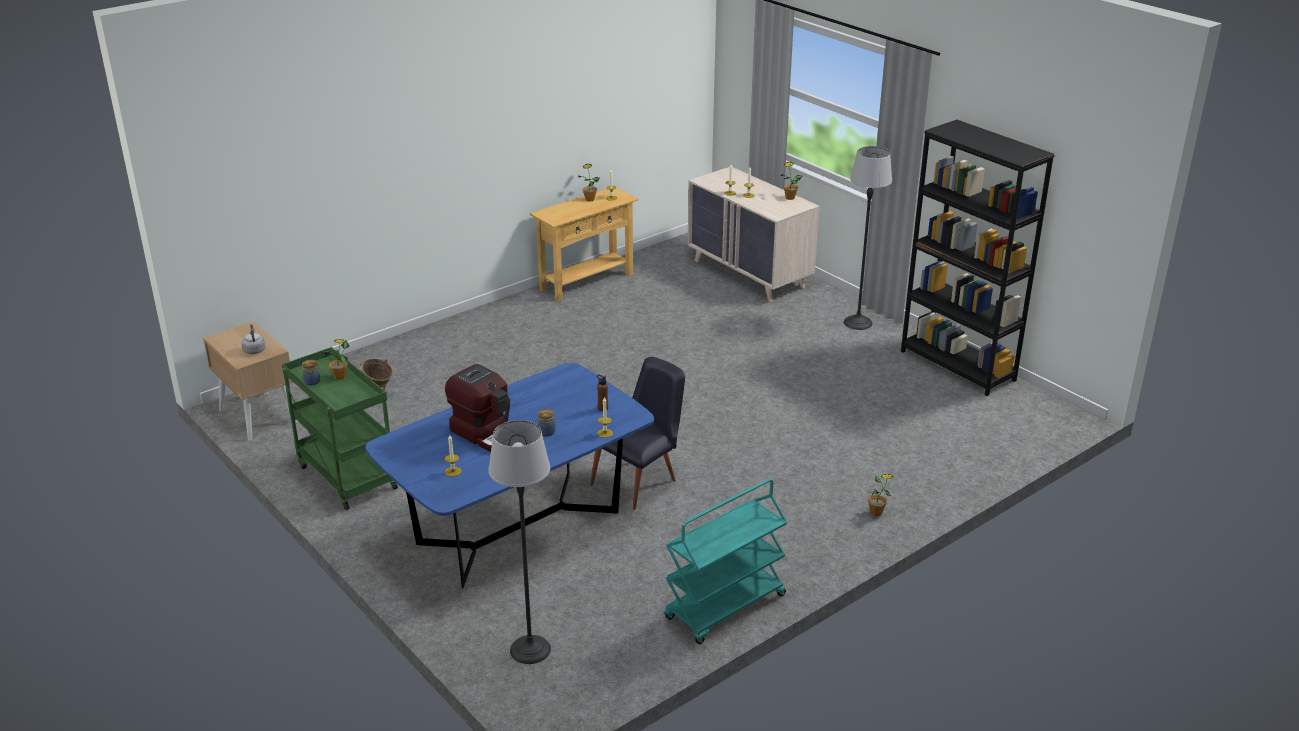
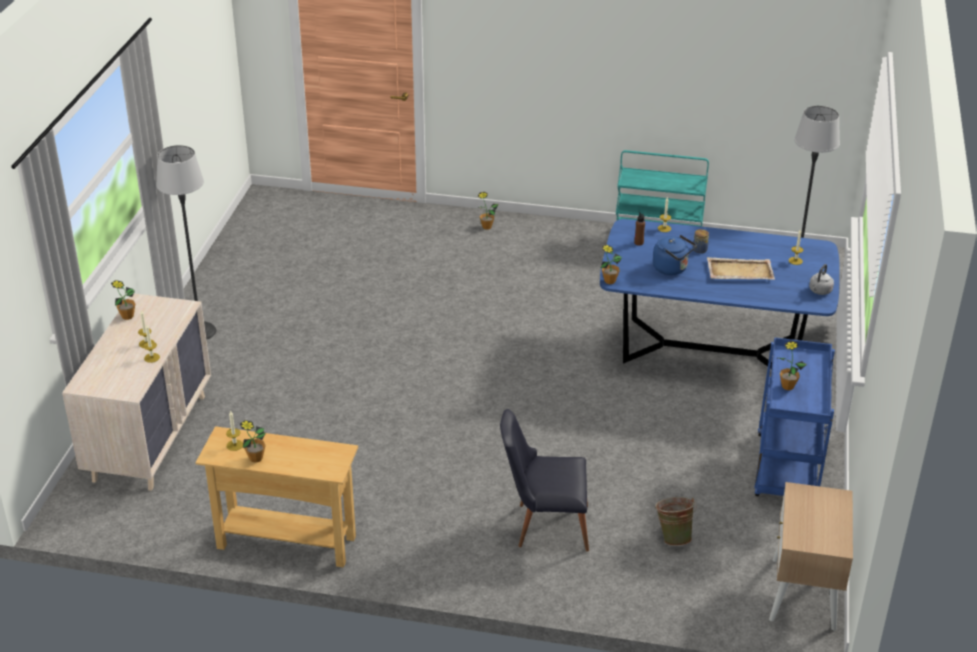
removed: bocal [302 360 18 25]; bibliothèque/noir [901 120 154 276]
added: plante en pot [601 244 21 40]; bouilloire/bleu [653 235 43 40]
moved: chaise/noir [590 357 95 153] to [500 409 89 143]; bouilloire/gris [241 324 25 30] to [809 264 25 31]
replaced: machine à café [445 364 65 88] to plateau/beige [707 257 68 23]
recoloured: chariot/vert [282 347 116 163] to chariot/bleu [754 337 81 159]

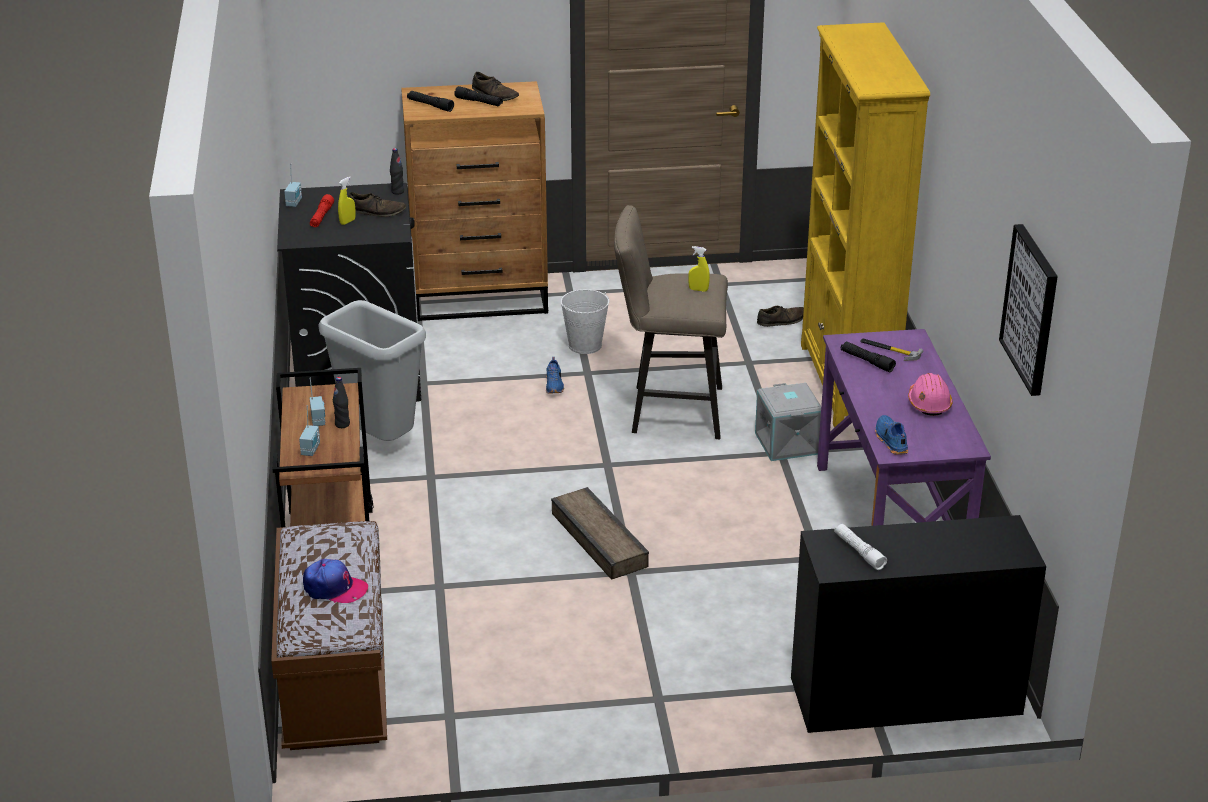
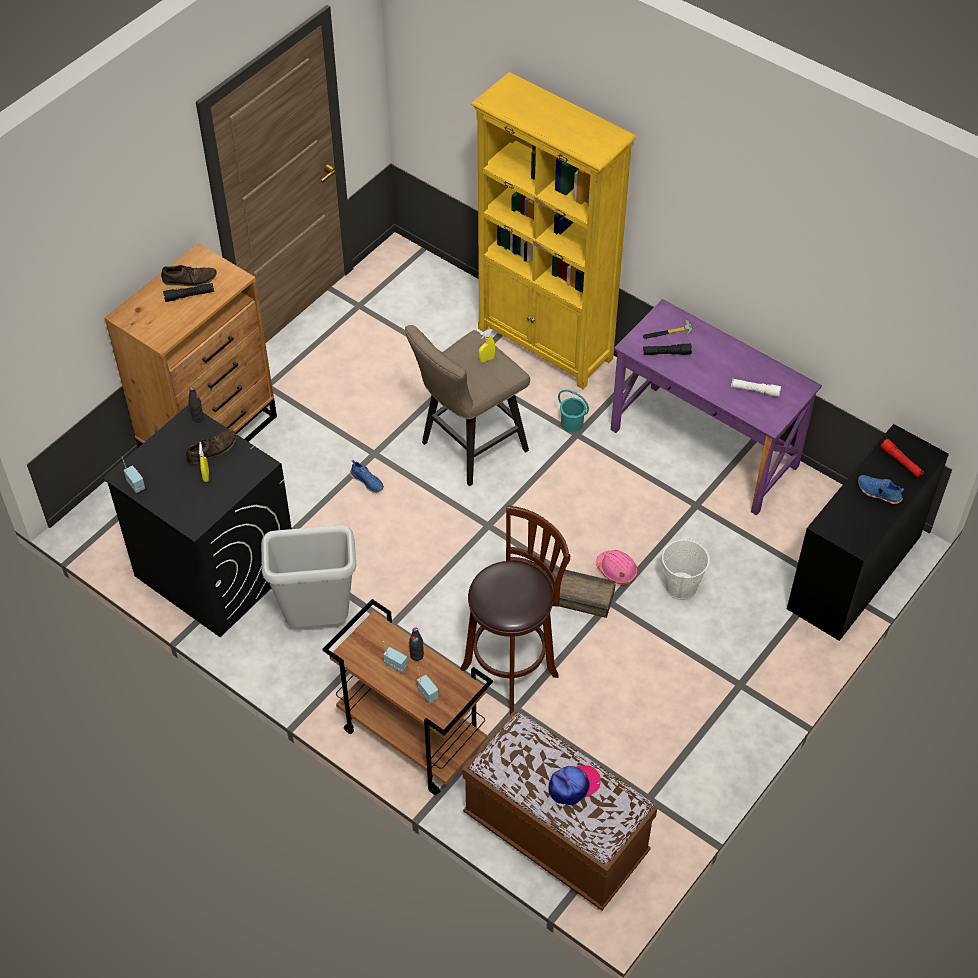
removed: lampe de poche/noir [407 91 47 21]; chaussure/marron [757 306 47 21]; tableau [999 224 59 172]
added: tabouret/marron [460 505 110 210]
moved: casque de chantier/rose [908 373 44 43] to [596 550 42 35]; seau/blanc [561 289 48 65] to [662 538 48 62]; lampe de poche/blanc [834 524 53 46] to [731 379 50 18]; chaussure/bleu [875 415 33 40] to [858 475 46 29]; lampe de poche/rouge [310 194 24 33] to [881 439 43 39]
replaced: boîte de rangement/gris [755 383 66 78] to seau/turquoise [558 390 31 42]

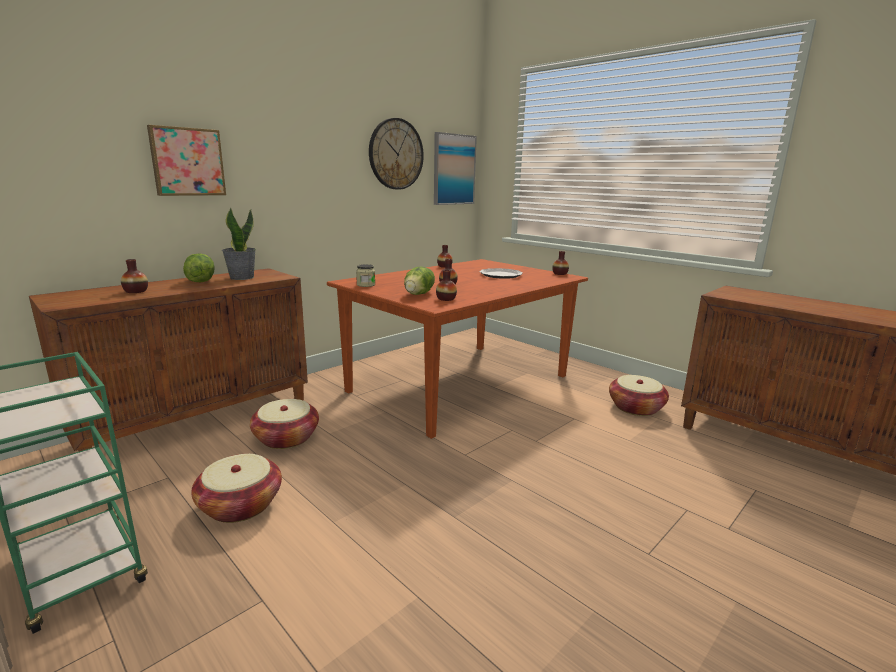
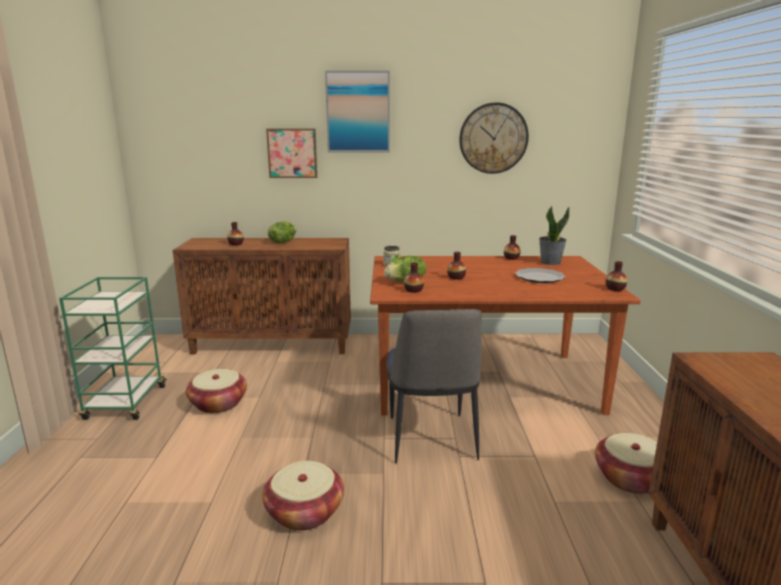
added: chaise [387 309 95 154]
moved: panier [250 399 69 50] to [262 461 82 70]; tableau [434 132 43 73] to [325 71 65 81]; plante en pot [222 208 34 72] to [539 205 30 60]

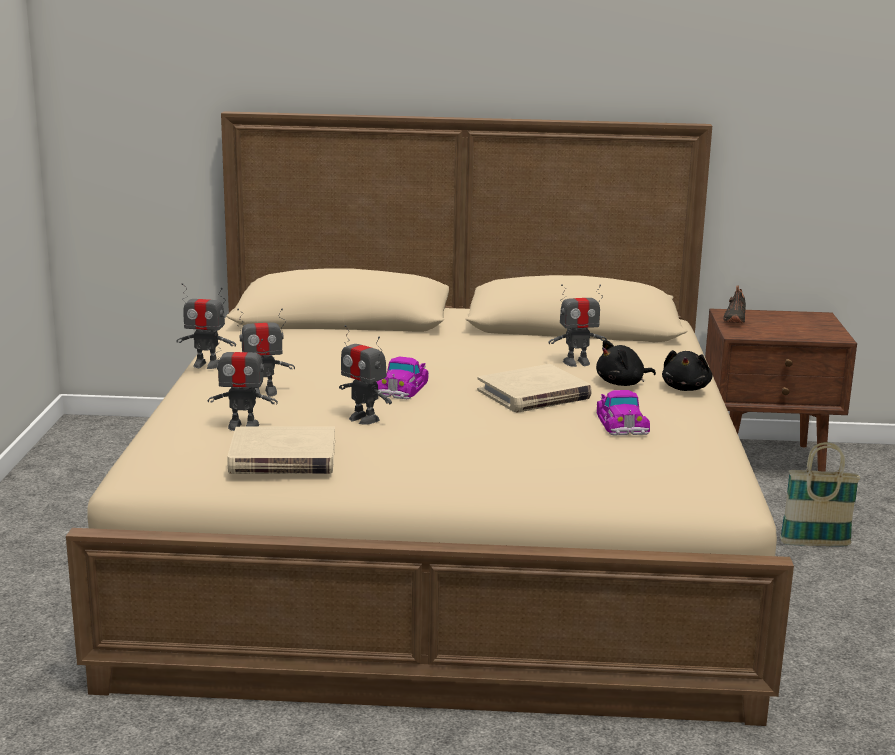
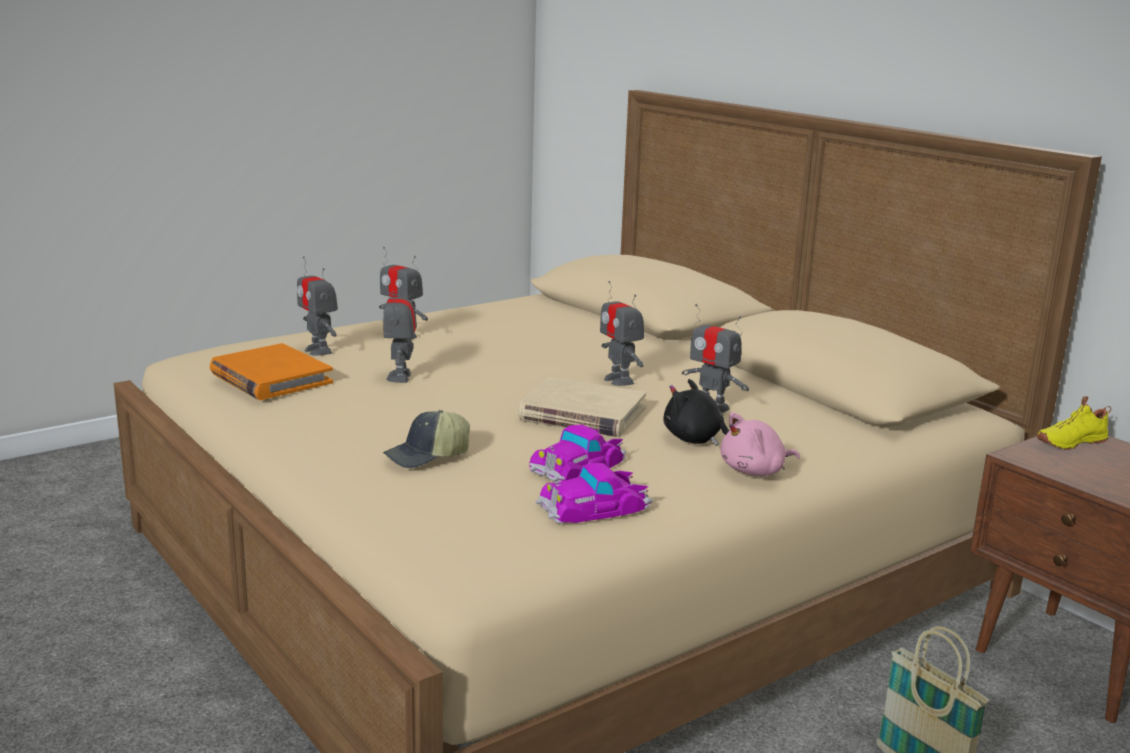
added: casquette [383 410 87 58]
moved: petite voiture [376 356 53 43] to [535 462 118 62]; robot jouet [176 283 60 86] to [600 281 44 105]
recoloured: livre/beige [227 426 108 48] to livre/orange [210 343 123 57]; peluche/noir [662 350 50 41] to peluche/rose [720 412 80 64]; chaussure/noir [723 286 23 38] to chaussure/jaune [1037 396 74 54]

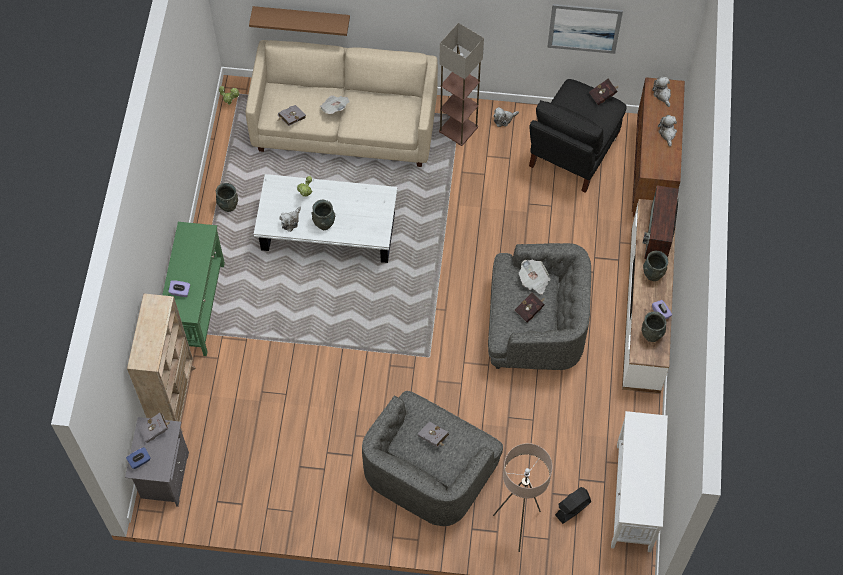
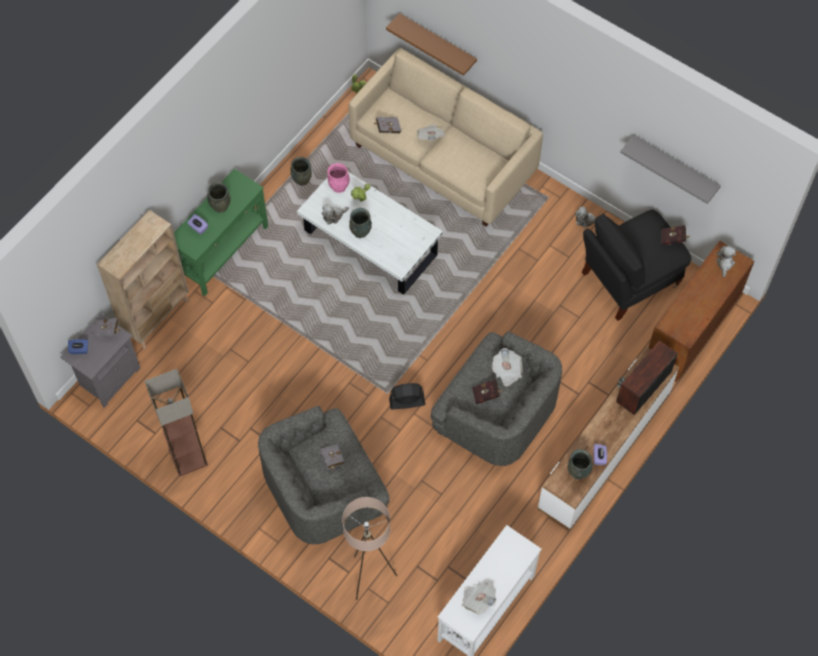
removed: peluche [658 115 19 32]
added: vase/rose [327 163 23 30]; journal [462 583 34 31]
moved: lampadaire [439 23 45 123] to [145 369 63 107]; vase/gris [643 250 25 31] to [207 182 24 31]; ventilateur/noir [555 487 36 37] to [389 383 36 26]
replaced: tableau [547 4 76 50] to étagère/gris [620 135 101 69]

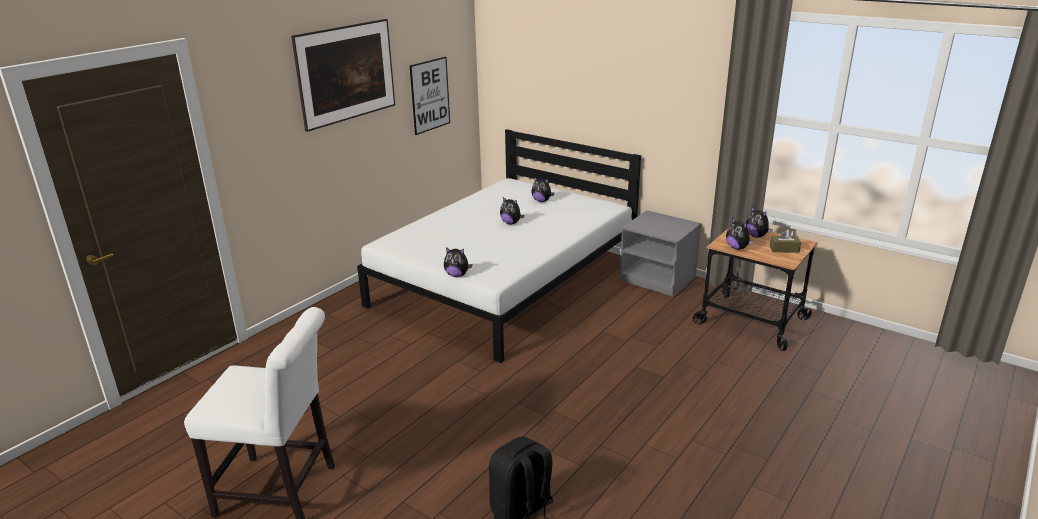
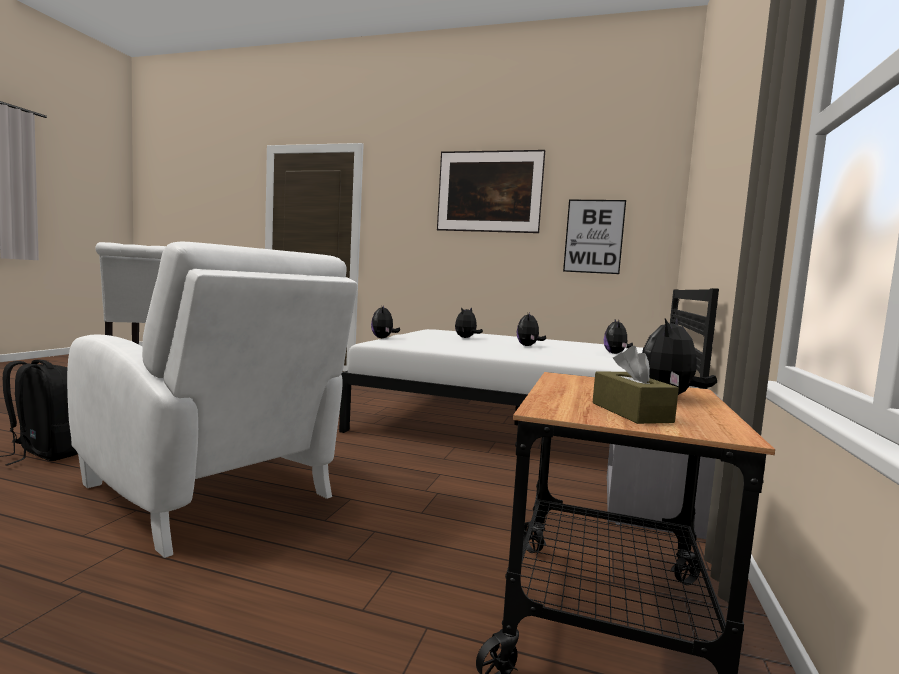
added: fauteuil/blanc [67 241 290 317]
moved: peluche [726 217 28 33] to [455 307 28 31]

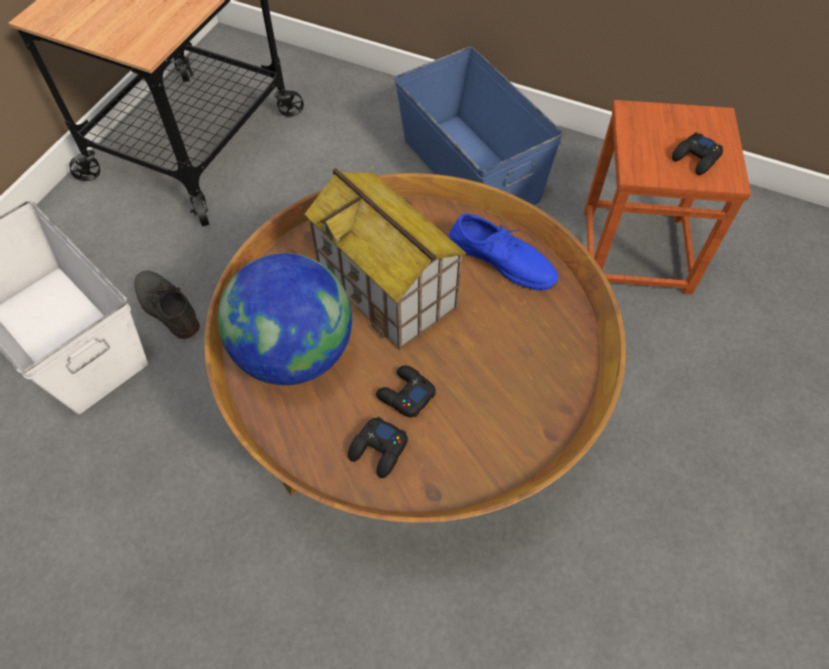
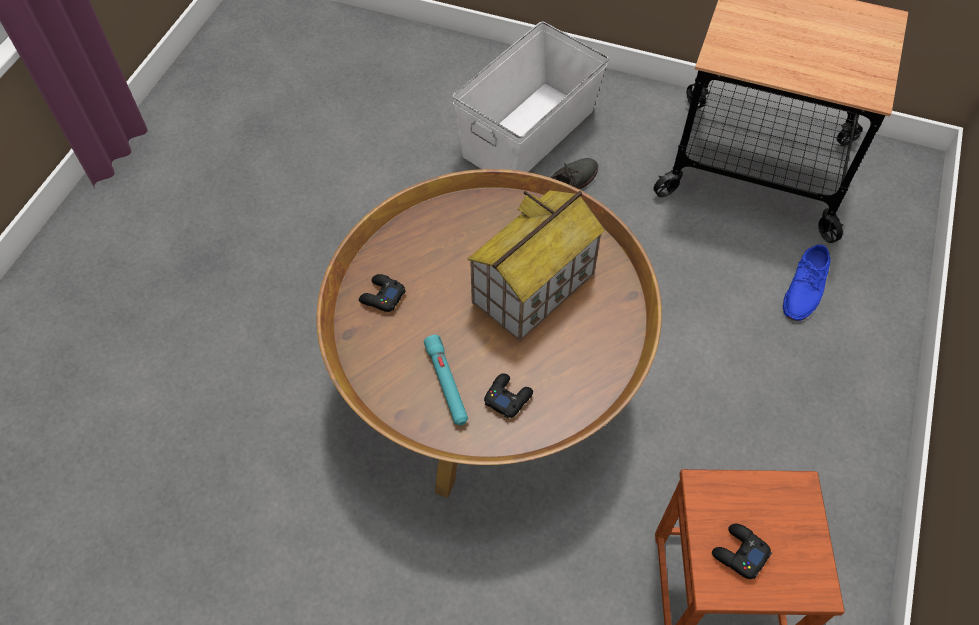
removed: globe [218 253 134 132]; boîte de rangement/bleu [394 46 169 159]
added: lampe de poche/turquoise [424 335 44 90]
moved: manette/noir [376 365 60 52] to [484 373 49 45]; chaussure/bleu [448 213 110 77] to [783 244 48 77]

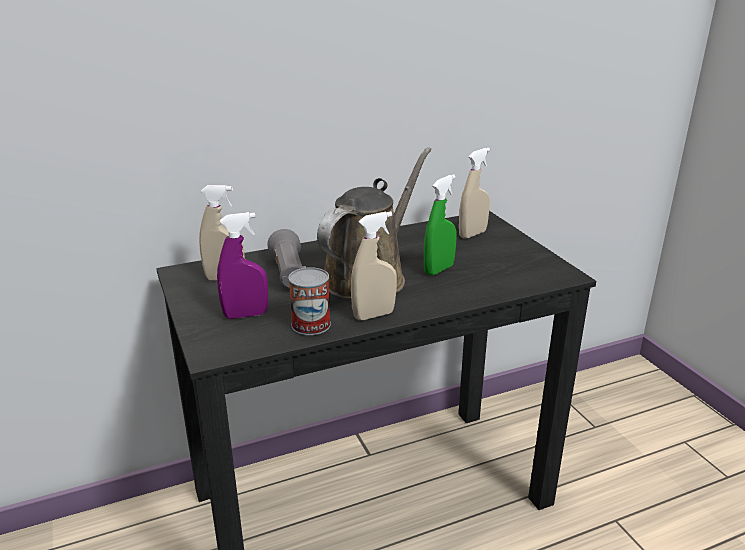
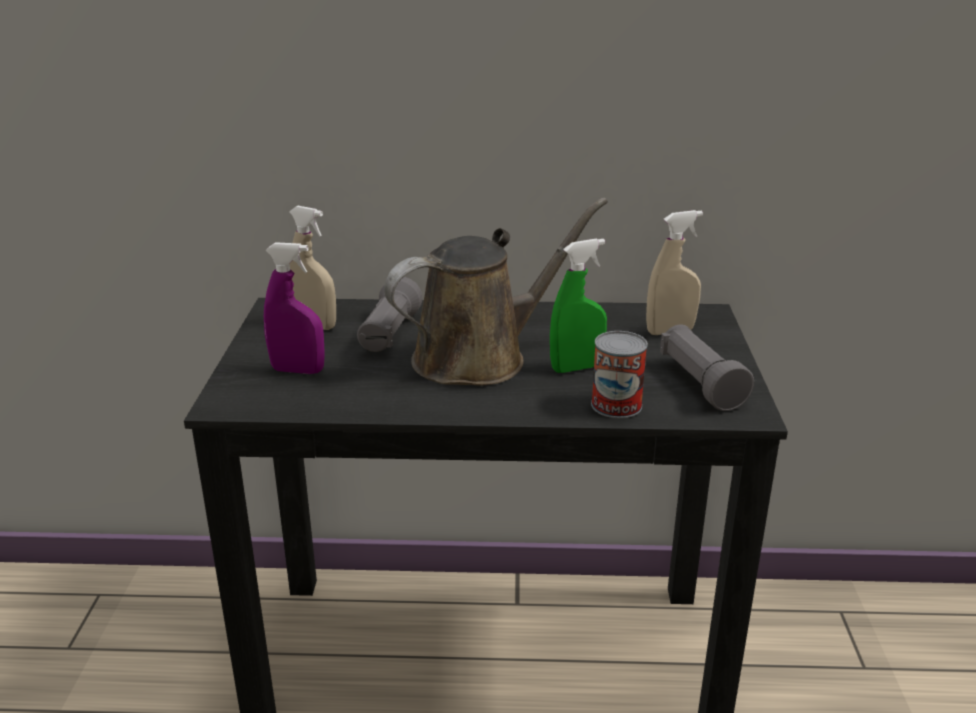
removed: vaporisateur/beige [351 212 46 108]
added: lampe de poche/gris [660 325 94 86]
moved: boîte métallique [288 267 43 68] to [591 331 57 87]

